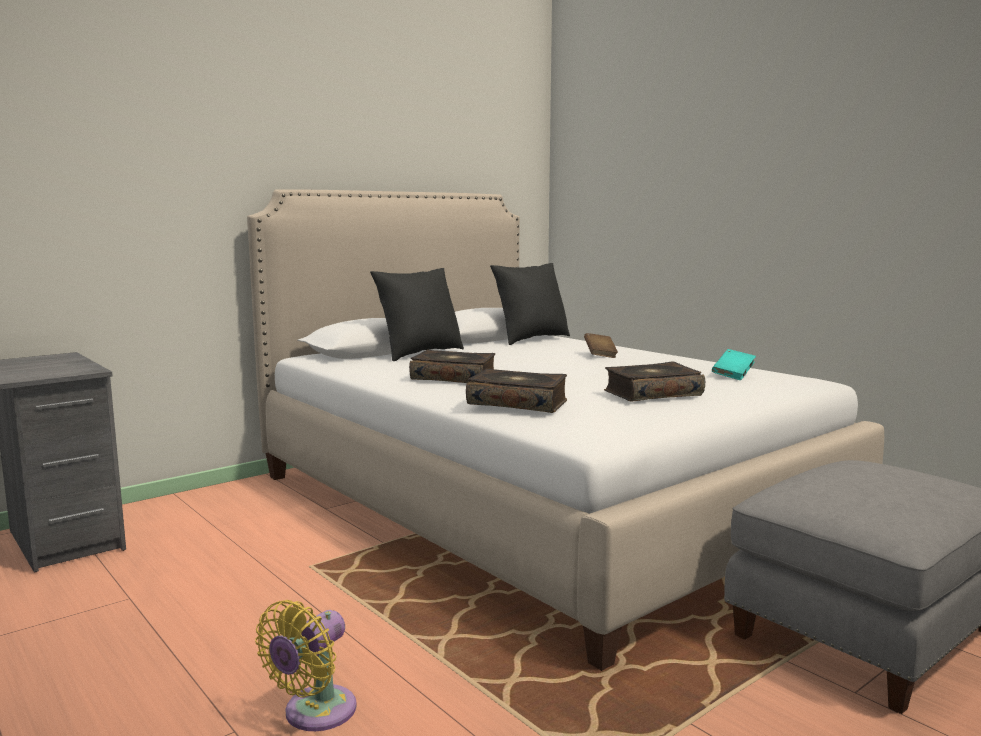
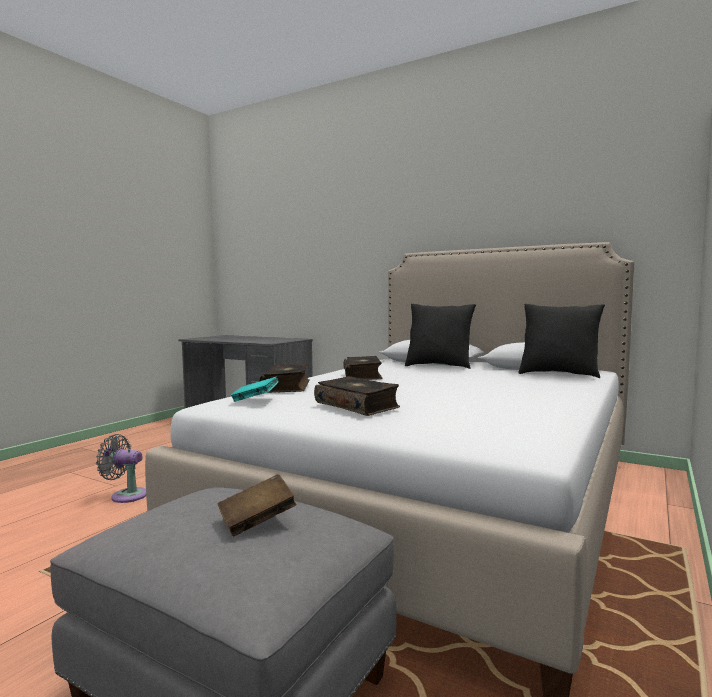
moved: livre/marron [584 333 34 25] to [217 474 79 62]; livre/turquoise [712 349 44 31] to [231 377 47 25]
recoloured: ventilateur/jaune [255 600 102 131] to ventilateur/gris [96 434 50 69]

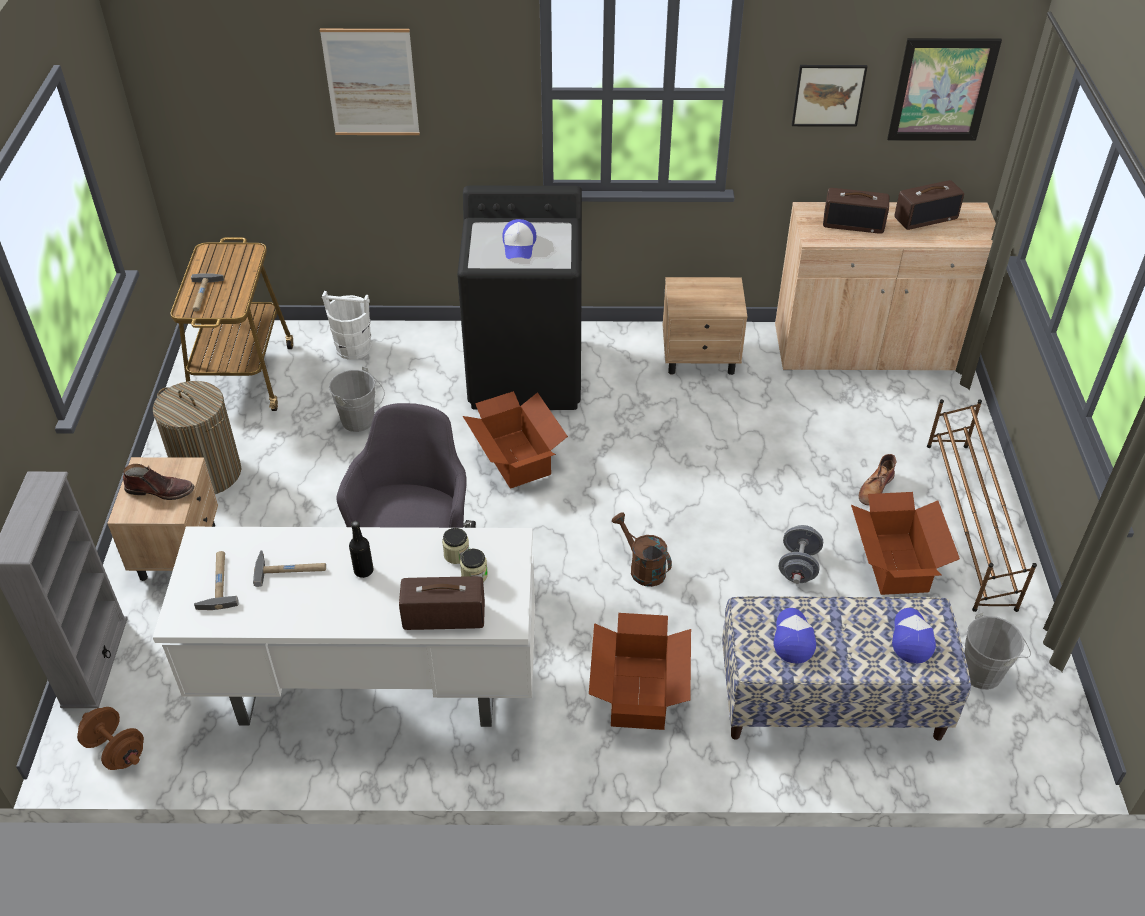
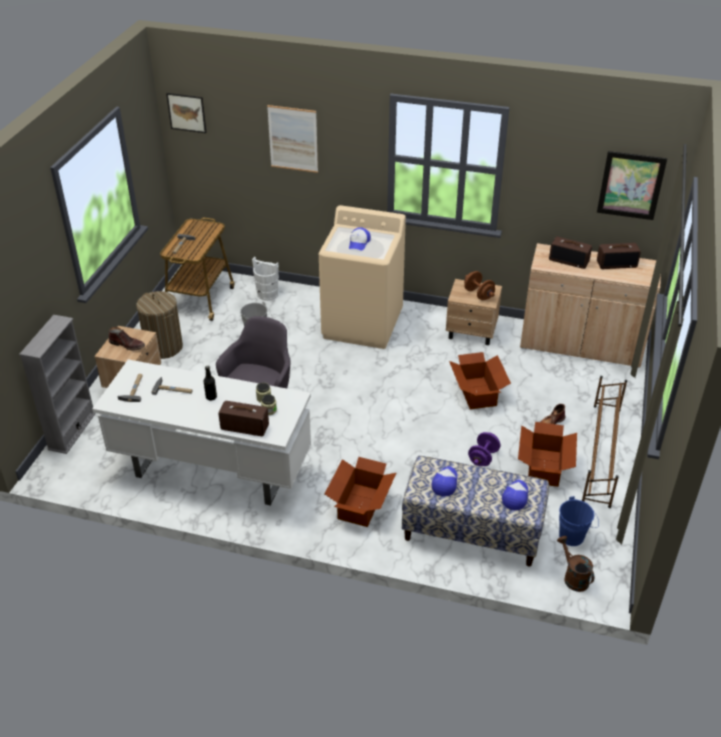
moved: tableau [792 65 76 62] to [166 93 40 40]; carton [463 391 105 97] to [449 352 62 57]; haltère/marron [77 707 67 63] to [464 271 31 29]; arrosoir/marron [612 512 60 75] to [557 536 37 56]
recoloured: lave-linge/noir [457 185 125 225] to lave-linge/beige [319 205 87 144]; haltère/gris [779 525 44 59] to haltère/violet [468 432 33 34]; seau/gris [964 612 67 78] to seau/bleu [559 496 40 50]

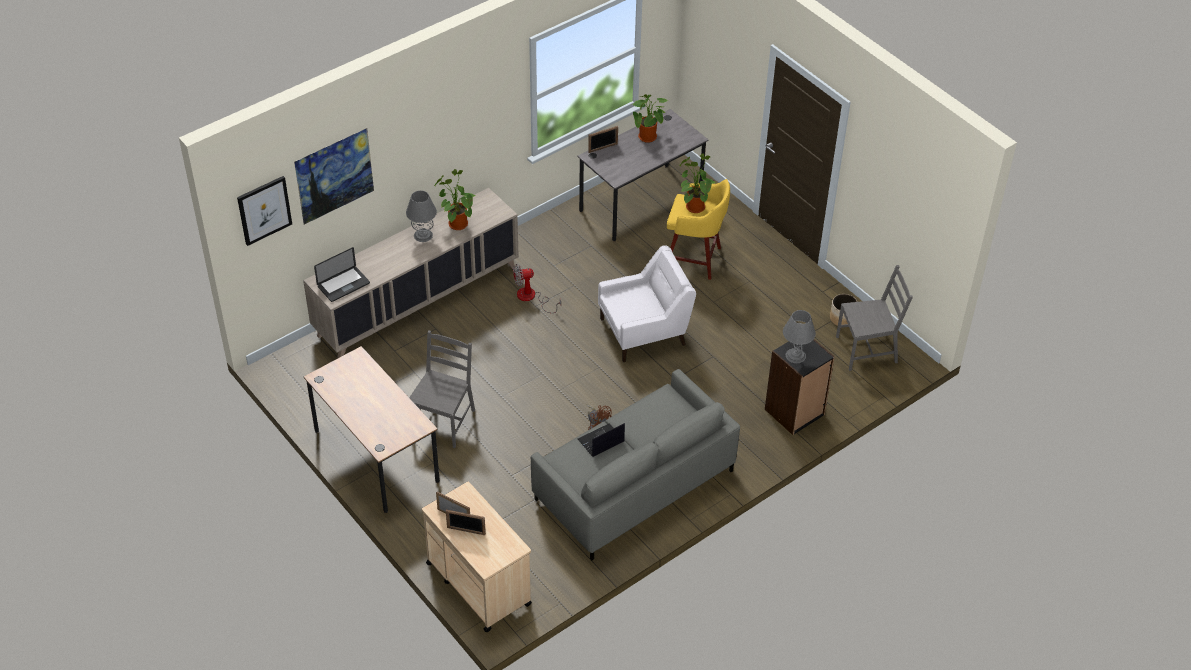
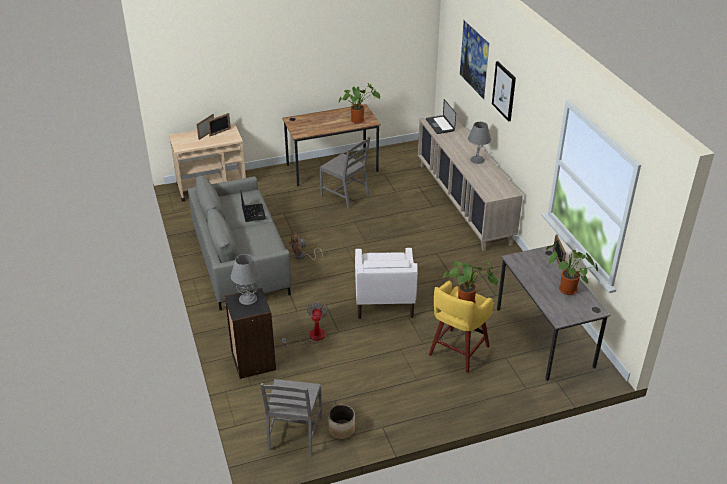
moved: ventilateur [513 264 48 49] to [282 302 46 45]; plante en pot [434 169 42 61] to [339 83 41 41]; tableau [237 176 55 70] to [492 61 24 60]

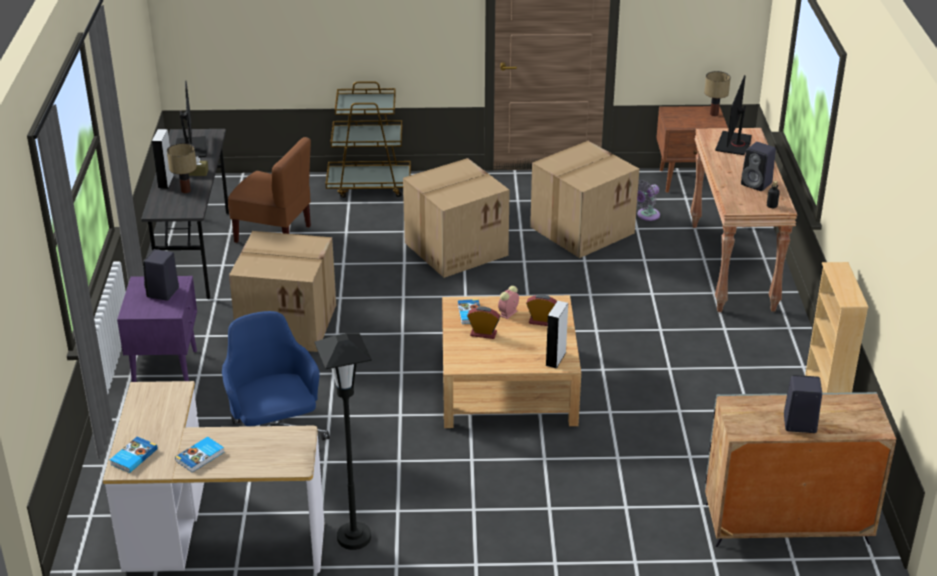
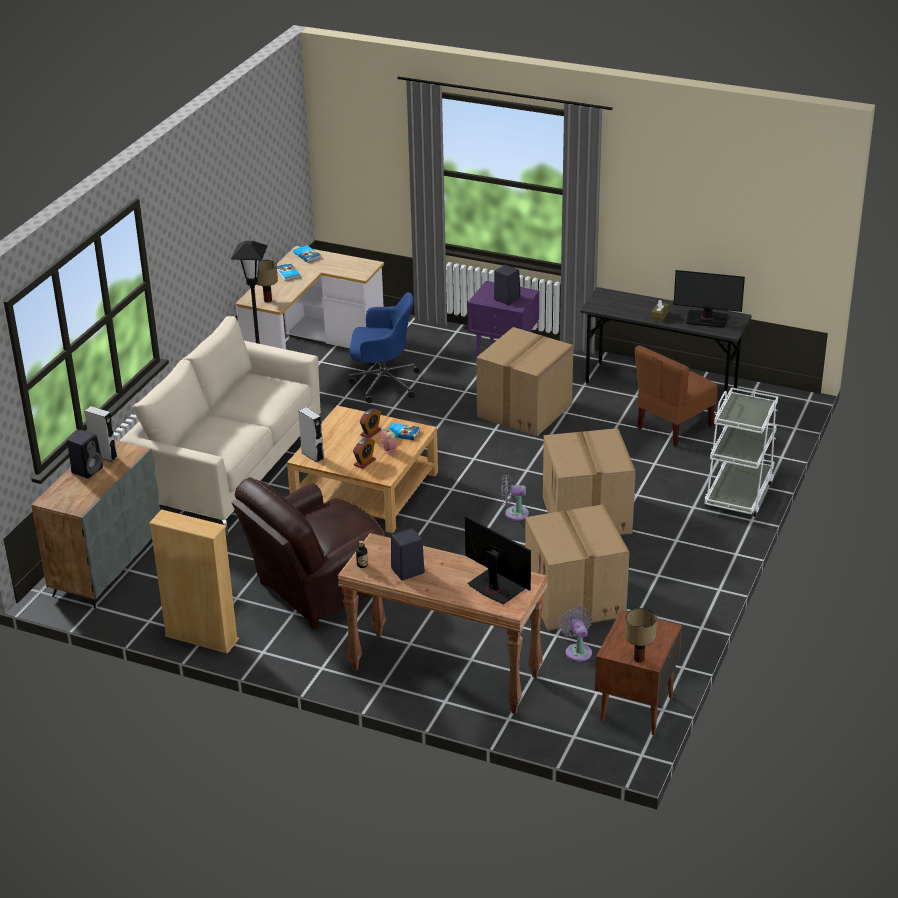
added: canapé/beige [120 316 202 220]; fauteuil/marron [232 477 153 153]; ventilateur/gris [502 475 27 46]
moved: enceinte/gris [152 129 22 60] to [84 406 33 56]; lampe de table [167 143 30 50] to [257 260 21 43]
recoloured: chariot/marron [326 81 85 117] to chariot/blanc [704 387 74 130]

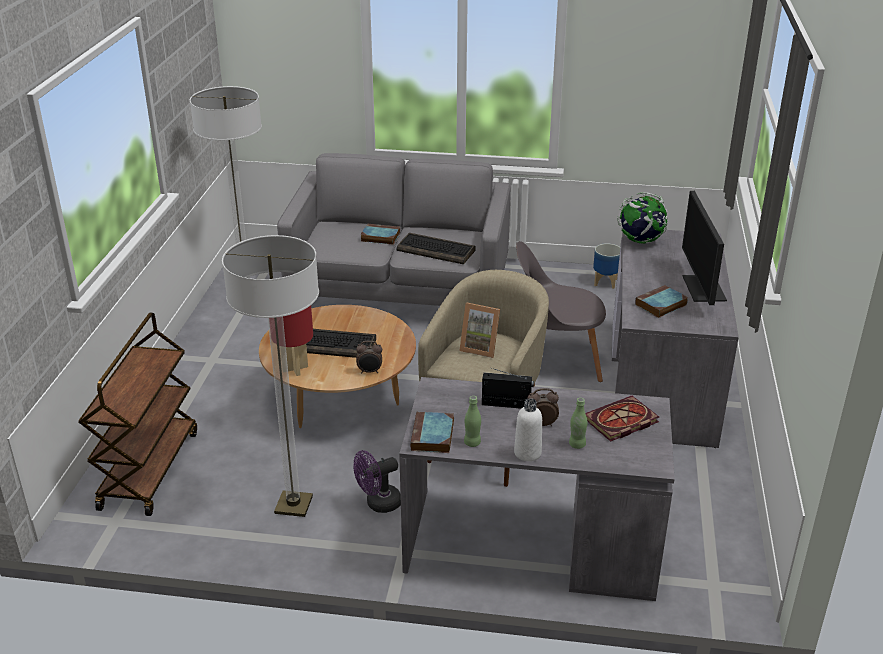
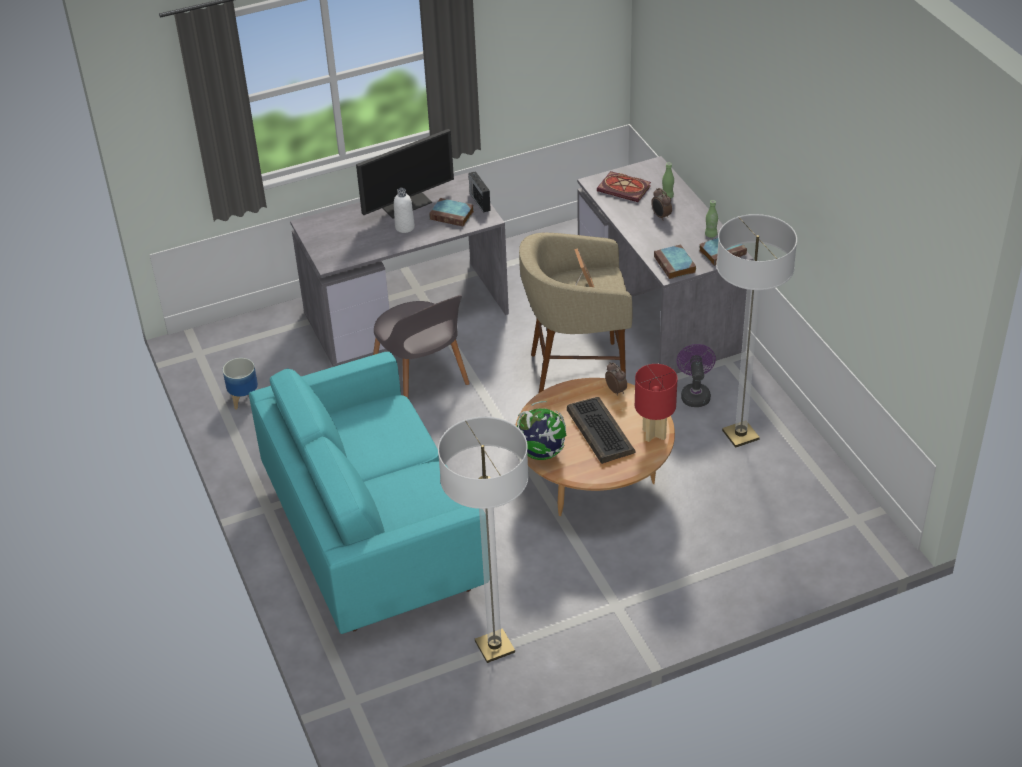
removed: chariot/marron [79 313 118 203]; clavier [397 233 79 31]
moved: bouteille/blanc [514 398 28 63] to [394 188 21 45]; radio [482 368 52 41] to [468 171 23 42]; globe [617 192 51 52] to [517 401 49 59]; livre [360 223 40 22] to [654 244 42 35]
recoloured: canapé/gris [277 153 234 153] to canapé/turquoise [249 352 235 282]
turned: ventilateur/violet [354 450 47 63] = [676 344 40 63] 120 degrees counterclockwise

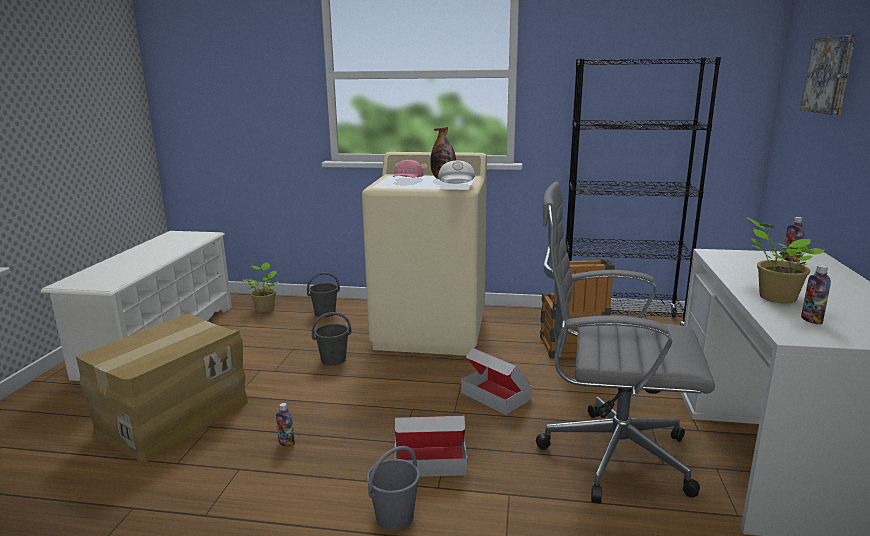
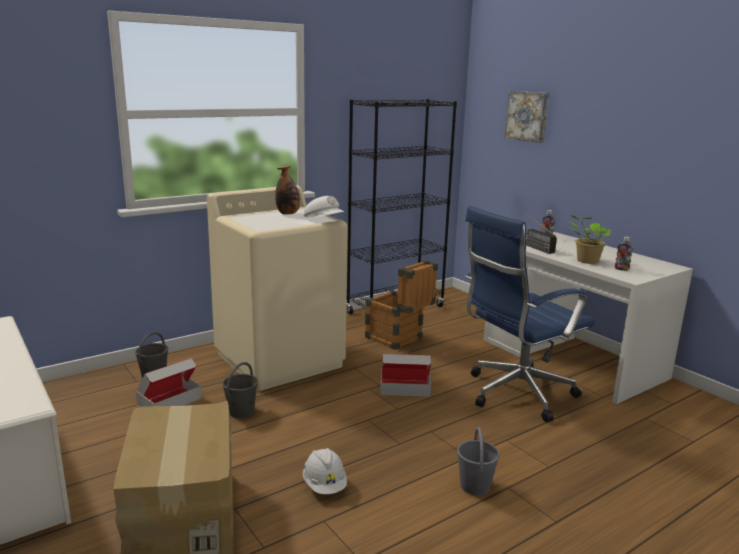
removed: plante en pot [243 262 35 50]; casquette/rose [393 159 31 19]
added: radio [525 214 32 40]
moved: carton [394 416 73 61] to [136 358 66 49]
replaced: bouteille [276 403 19 44] to casque de chantier/blanc [303 448 44 46]
recoloured: chaise de bureau/gris [536 181 179 322] to chaise de bureau/bleu [465 206 130 216]

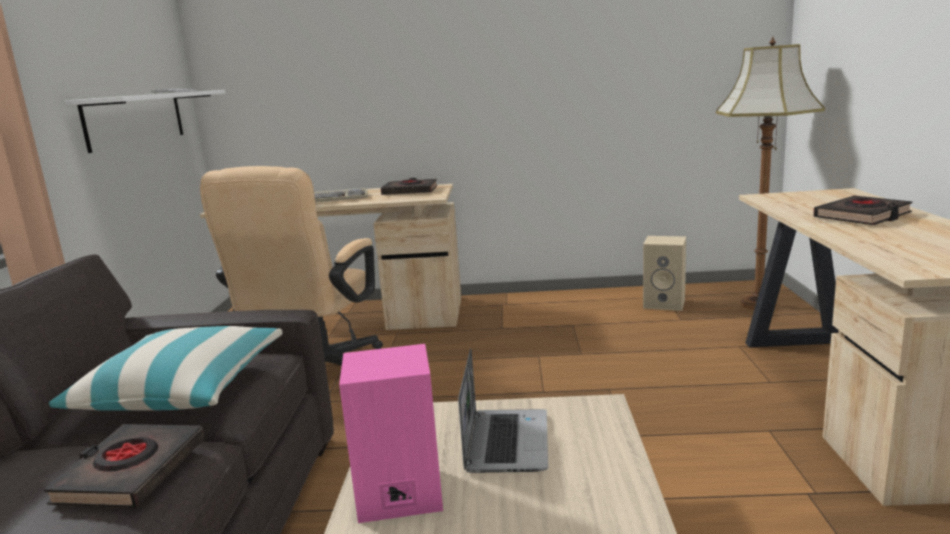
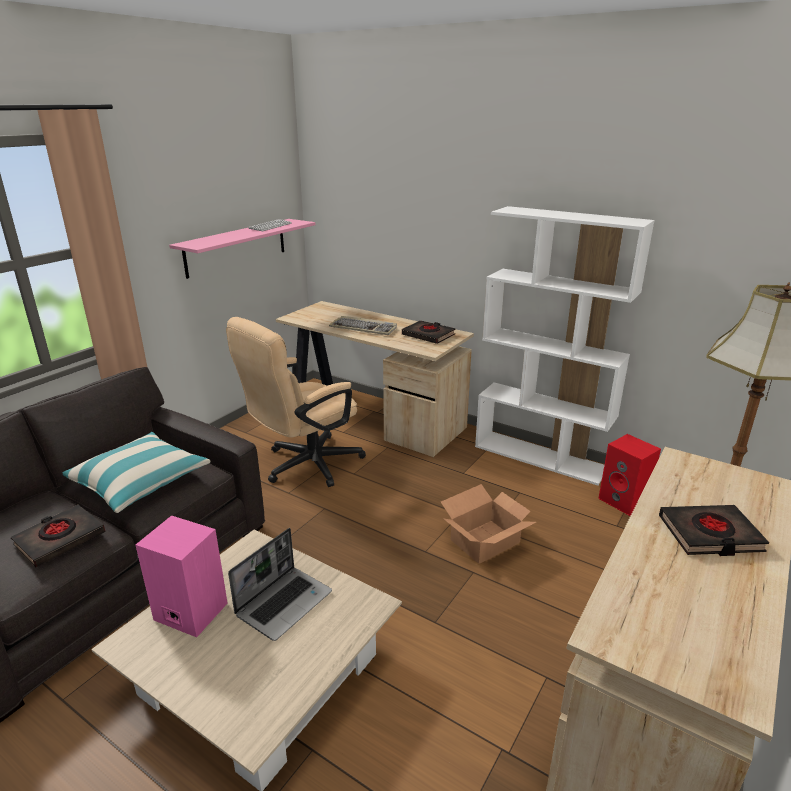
added: carton [441 484 95 80]; bibliothèque/blanc [475 206 180 280]
recoloured: étagère/blanc [64 90 161 63] to étagère/rose [169 219 147 60]; enceinte/beige [643 236 43 75] to enceinte/rouge [598 434 63 82]

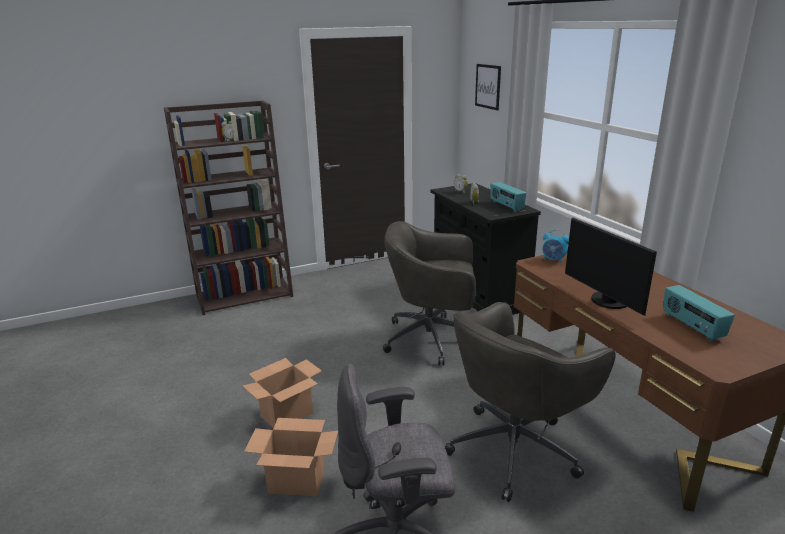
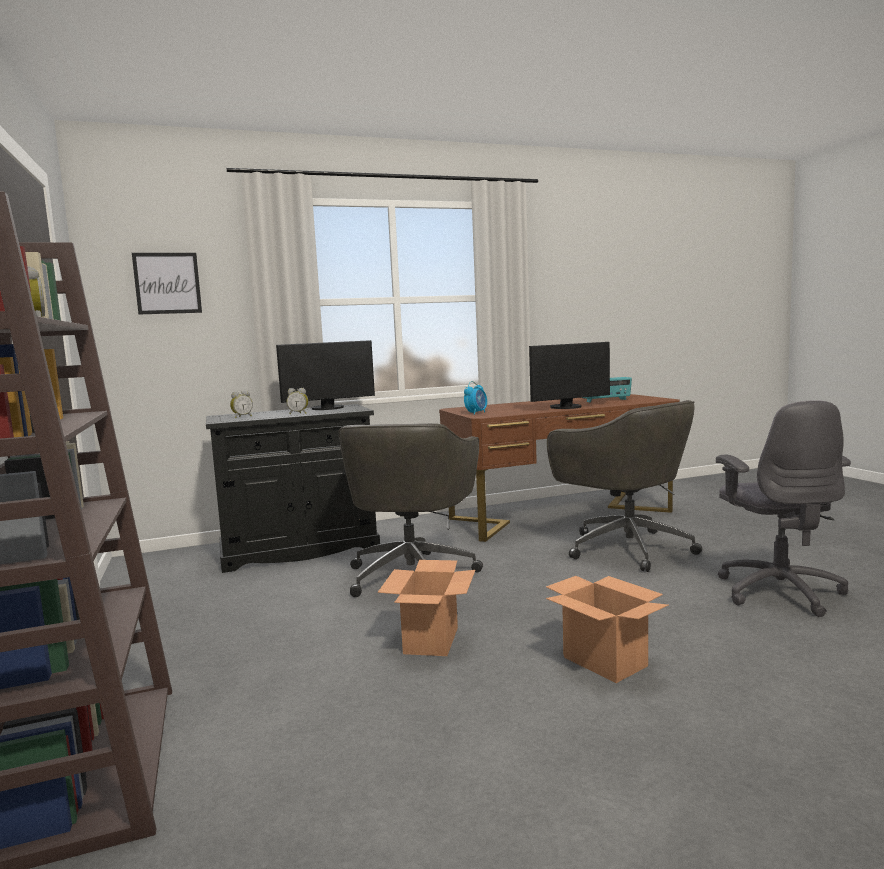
moved: carton [244 418 94 78] to [378 560 97 96]
replaced: radio [490 182 37 30] to écran d'ordinateur [276 340 99 70]

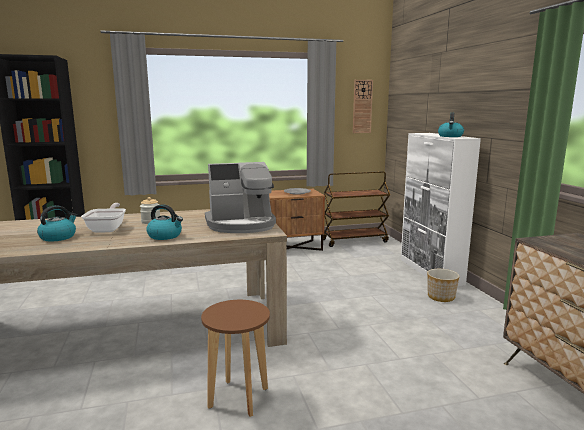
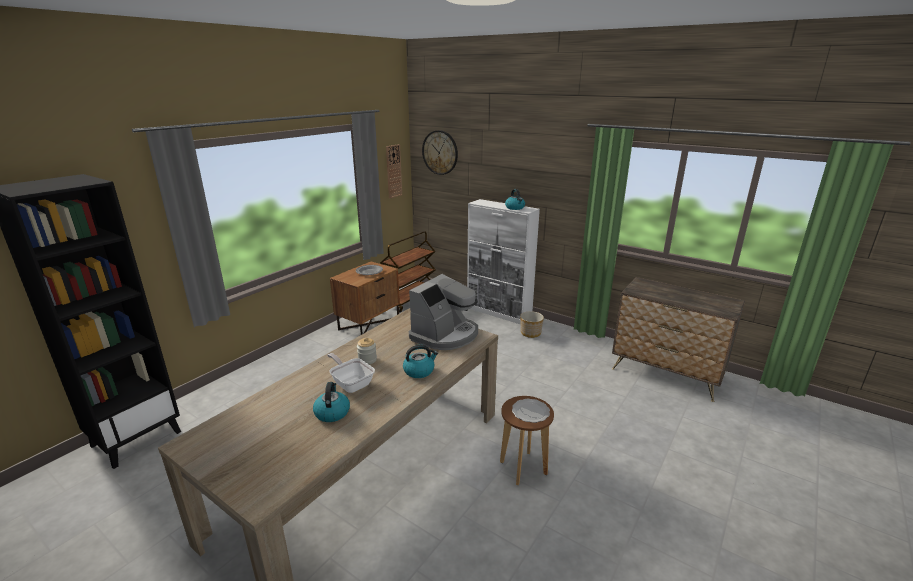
added: horloge murale [422 130 36 45]; assiette [512 399 38 24]

